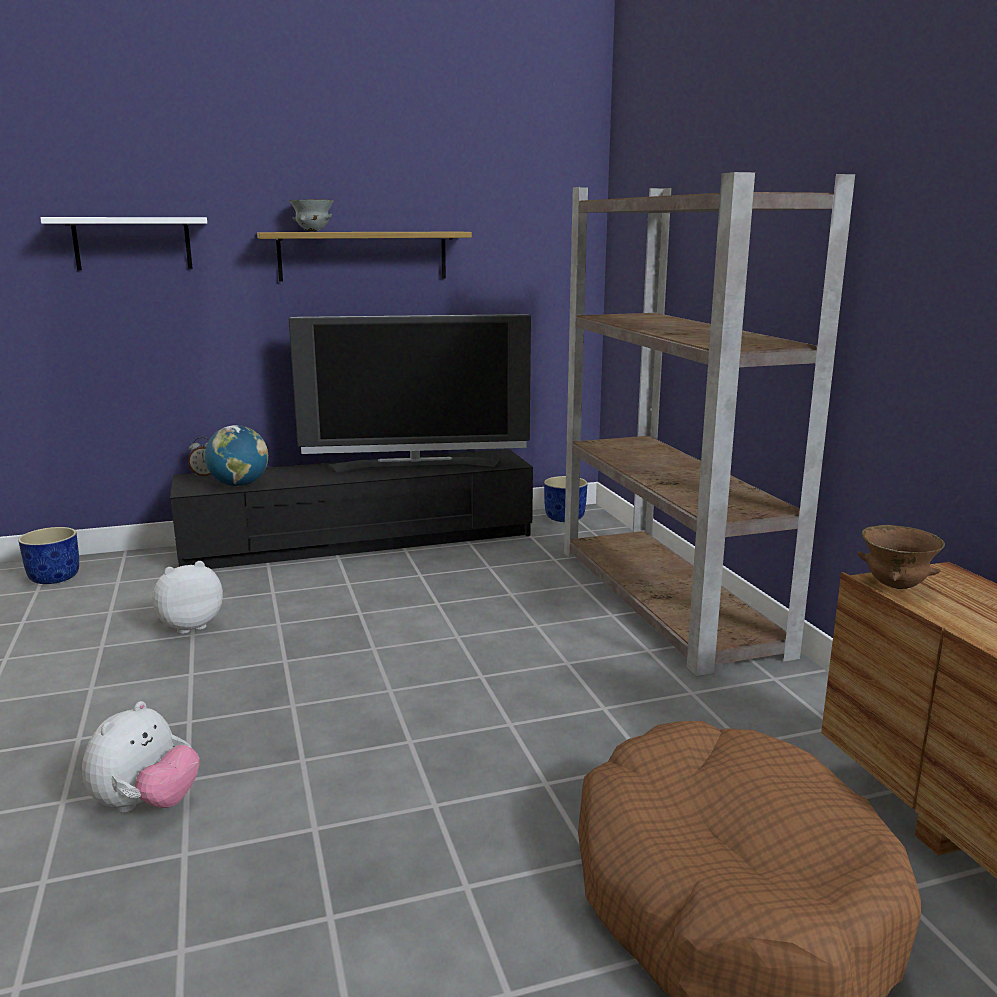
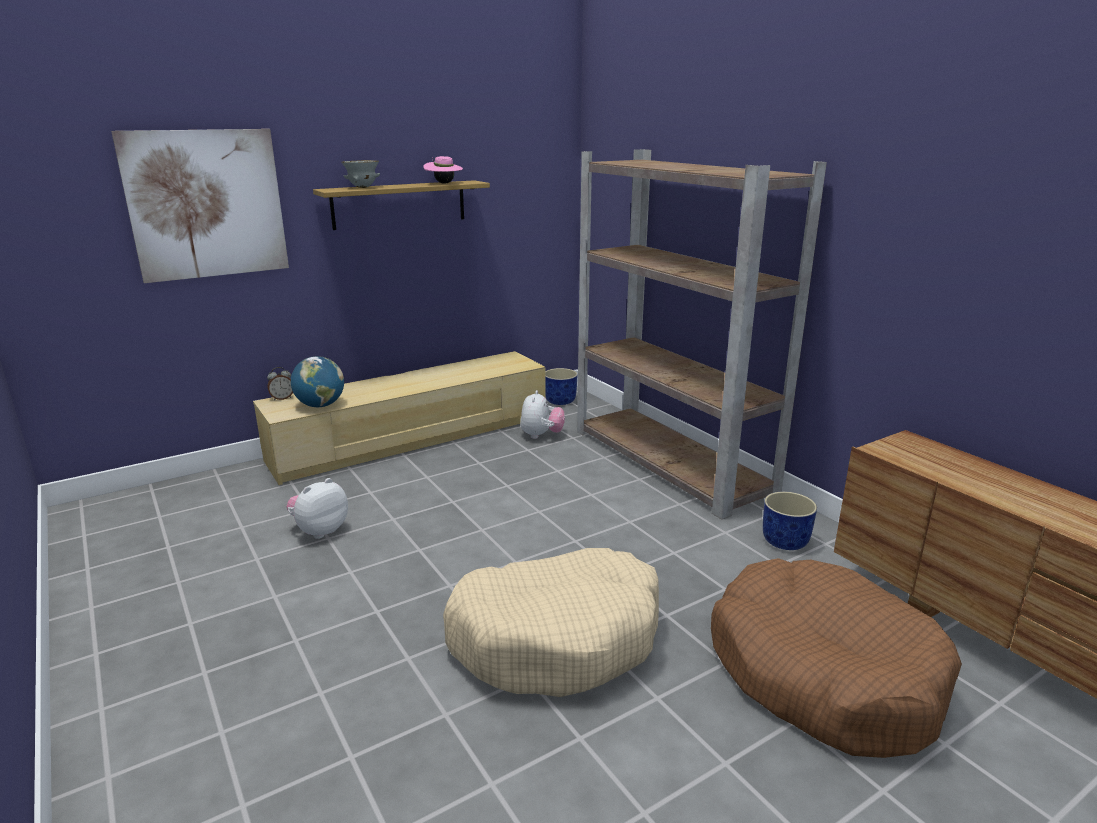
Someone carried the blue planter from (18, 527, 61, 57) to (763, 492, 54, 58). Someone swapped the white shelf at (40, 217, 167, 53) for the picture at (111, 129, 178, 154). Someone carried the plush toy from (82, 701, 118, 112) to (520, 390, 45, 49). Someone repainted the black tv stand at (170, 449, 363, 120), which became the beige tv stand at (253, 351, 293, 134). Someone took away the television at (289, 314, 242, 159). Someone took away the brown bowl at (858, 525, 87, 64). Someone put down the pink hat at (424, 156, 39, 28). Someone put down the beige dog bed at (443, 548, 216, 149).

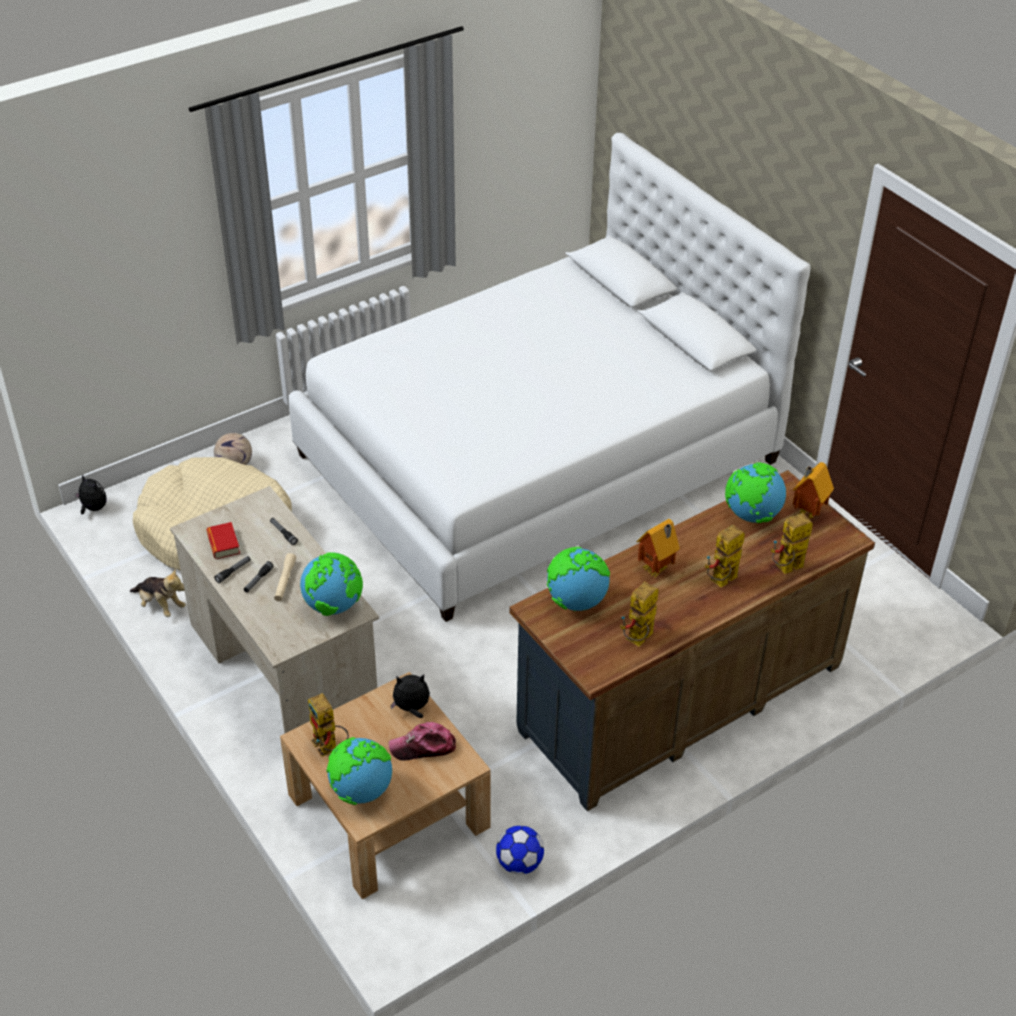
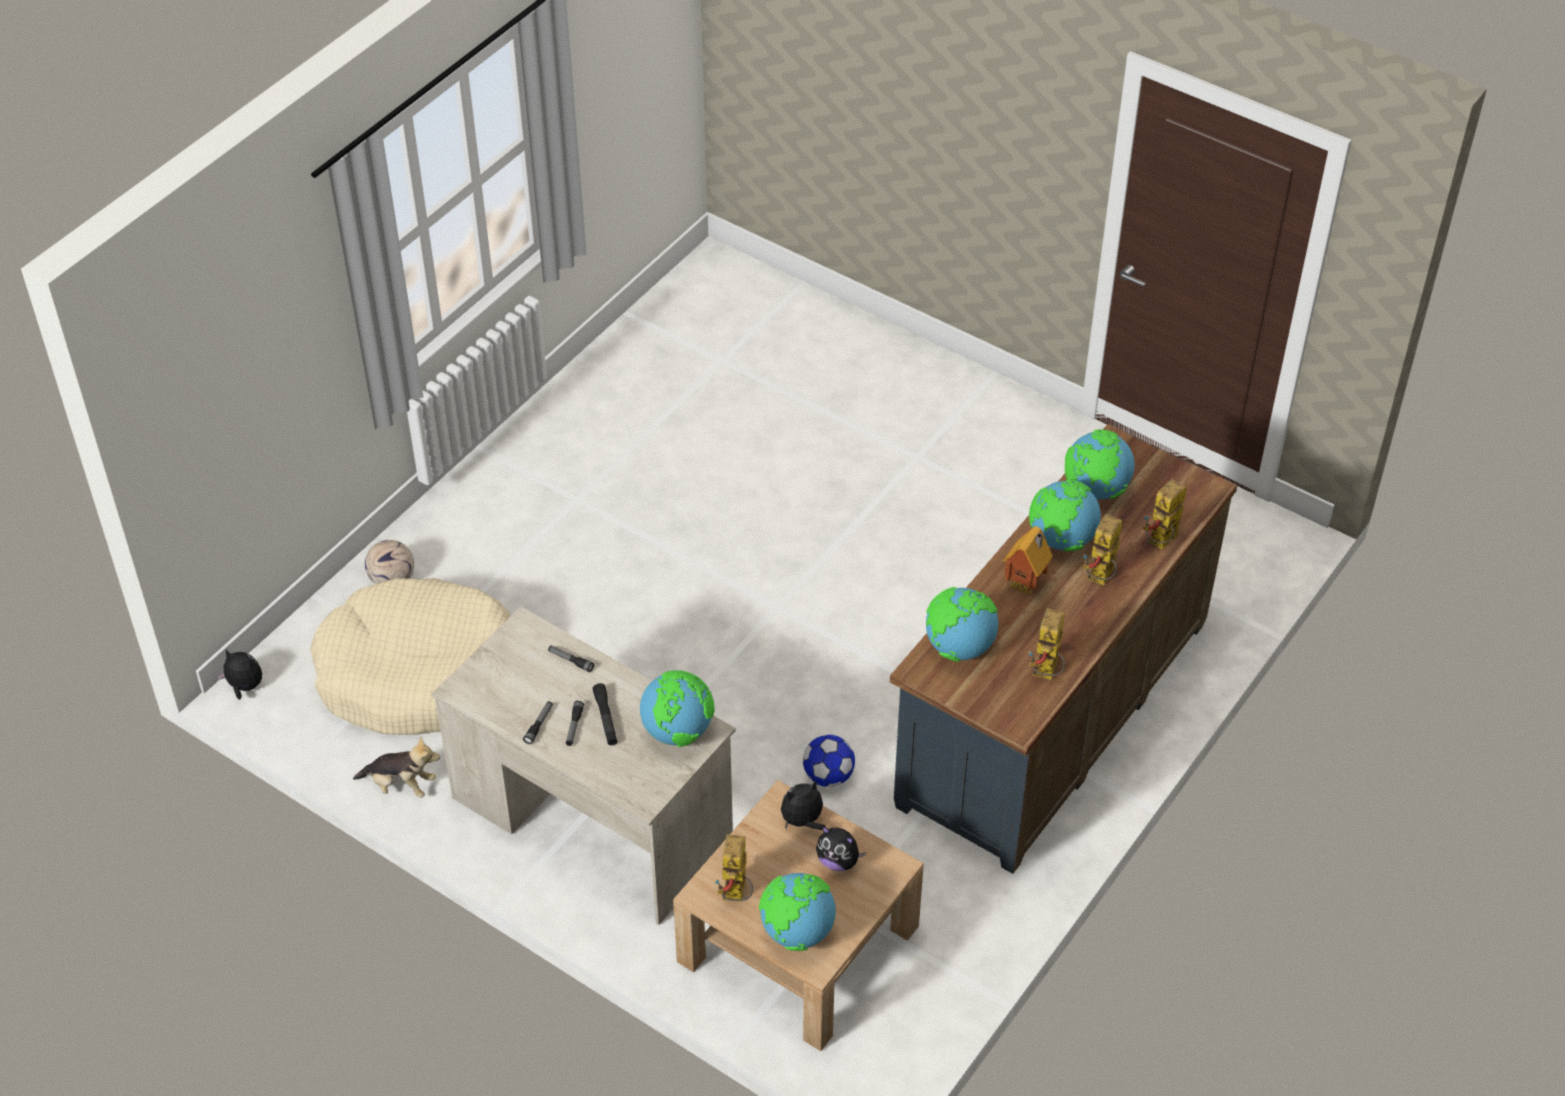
Someone took away the book at (206, 522, 34, 37). Someone repainted the beige flashlight at (274, 553, 22, 48), which became the black flashlight at (592, 683, 25, 62). Someone took away the white bed at (289, 133, 522, 489). Someone rotated the toy robot at (308, 693, 41, 64) by 60 degrees clockwise. Someone swapped the cap at (389, 722, 67, 38) for the plush toy at (816, 826, 50, 45). Someone carried the football from (496, 825, 48, 50) to (803, 735, 52, 52). Someone took away the toy house at (793, 462, 41, 58). Someone put down the globe at (1029, 479, 72, 73).

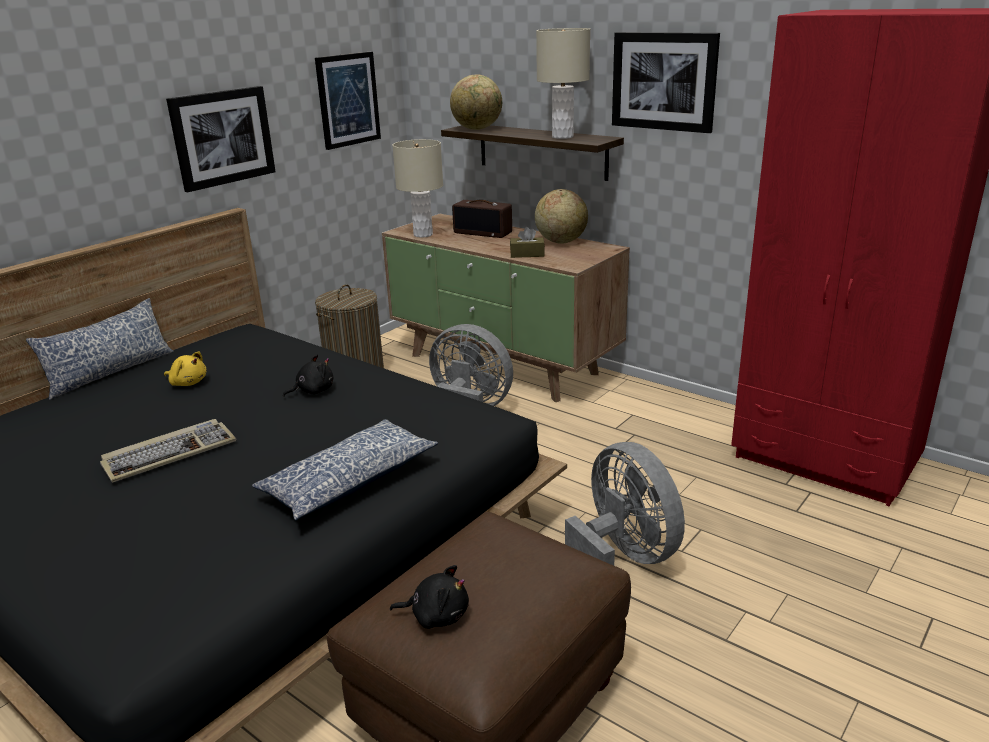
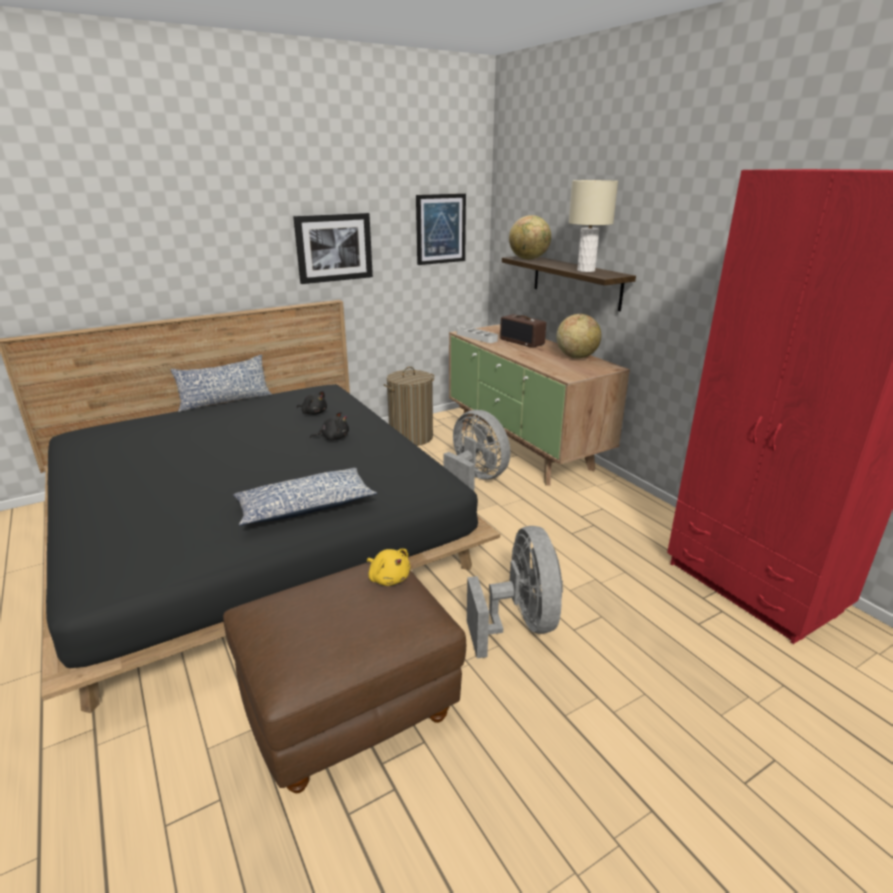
Someone took away the keyboard at (100, 419, 136, 64). Someone carried the yellow plush toy from (164, 351, 42, 35) to (367, 549, 43, 37). Someone carried the black plush toy from (390, 565, 79, 64) to (297, 391, 30, 24). Someone swapped the beige table lamp at (392, 139, 51, 99) for the grey tray at (457, 326, 41, 17). Someone took away the brown tissue box at (510, 227, 35, 31). Someone took away the picture at (612, 32, 108, 101).

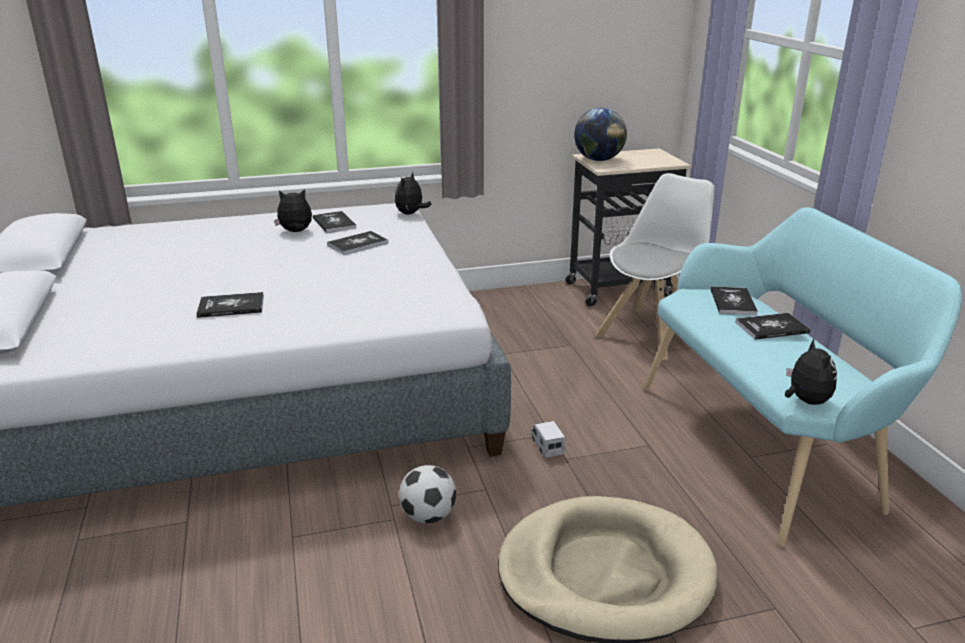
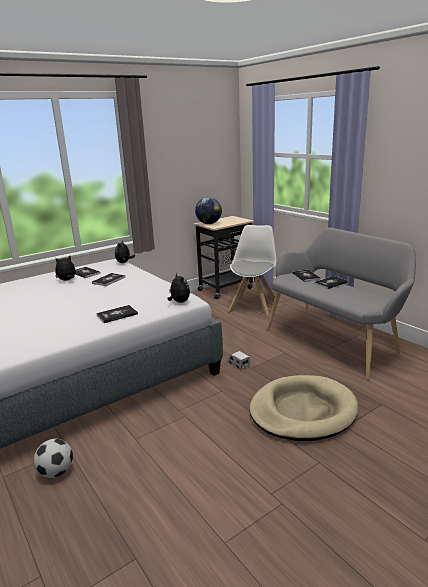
Someone carried the book from (196, 292, 68, 26) to (96, 305, 42, 18). Someone carried the football from (399, 465, 57, 58) to (34, 439, 39, 39). Someone repainted the turquoise bench at (644, 207, 318, 340), which became the grey bench at (267, 227, 149, 153). Someone carried the plush toy from (785, 339, 52, 66) to (168, 272, 22, 31).

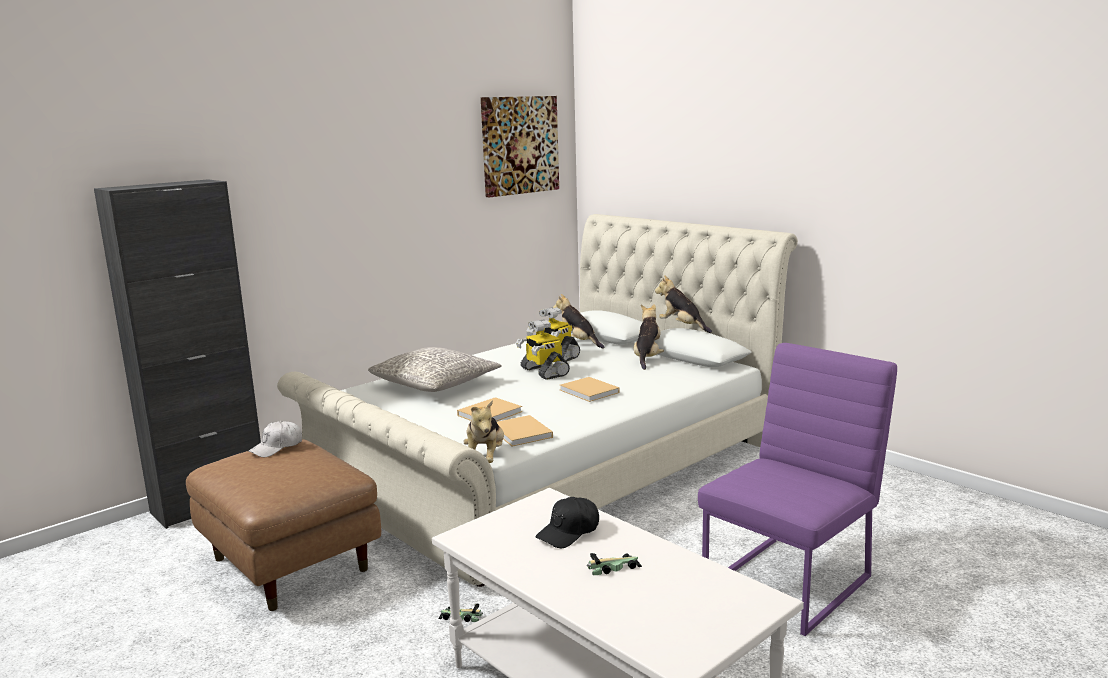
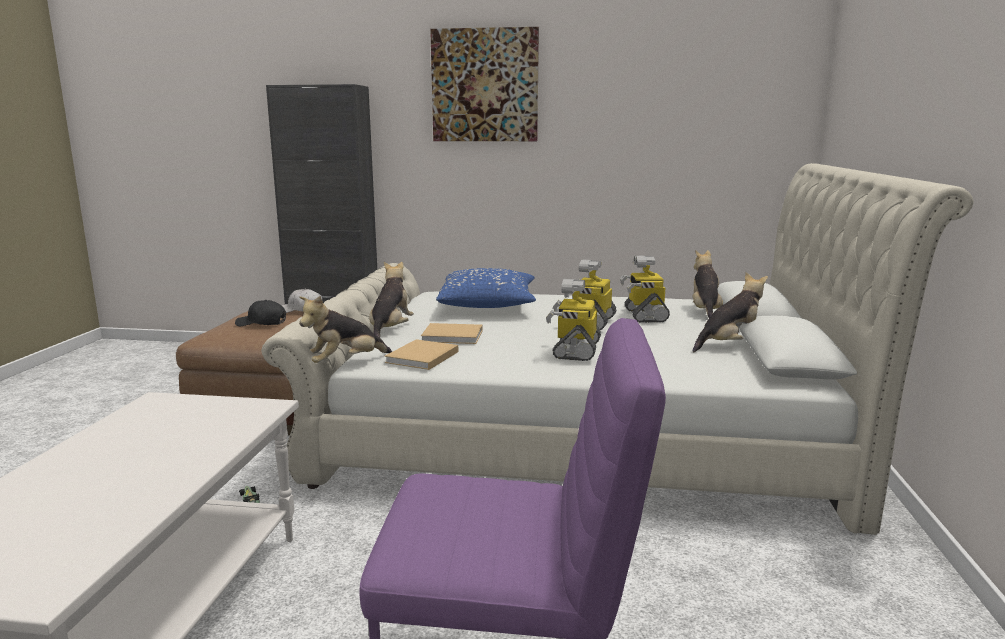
Someone repainted the grey pillow at (368, 347, 134, 45), which became the blue pillow at (436, 268, 100, 40). Someone carried the picture from (481, 96, 78, 101) to (430, 27, 109, 114). Someone carried the black cap from (535, 497, 64, 51) to (235, 300, 51, 26). Someone swapped the beige book at (560, 377, 60, 25) for the toy robot at (546, 279, 55, 82). Someone took away the toy car at (587, 553, 55, 22). Someone carried the plush toy from (655, 275, 57, 58) to (369, 262, 45, 76).

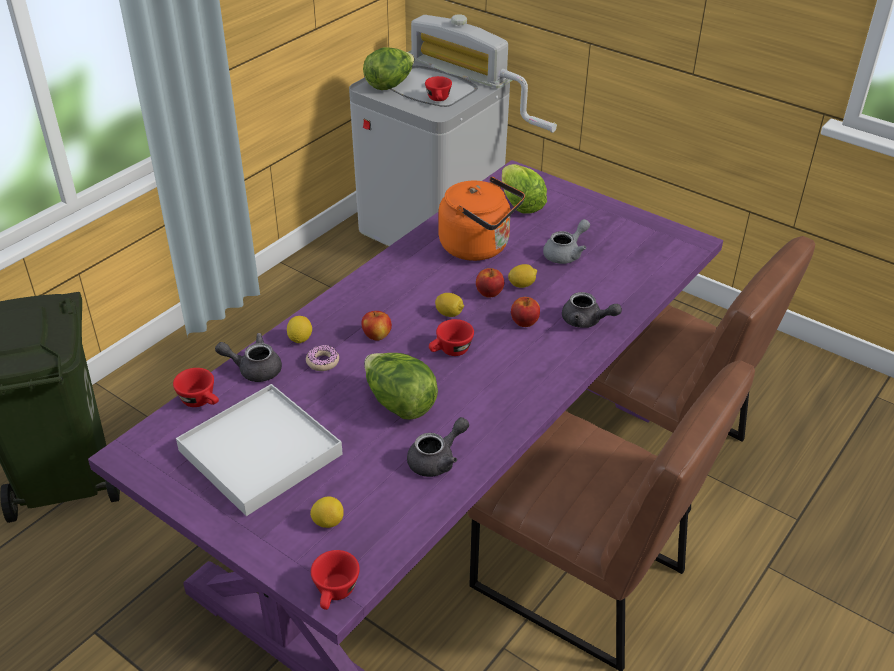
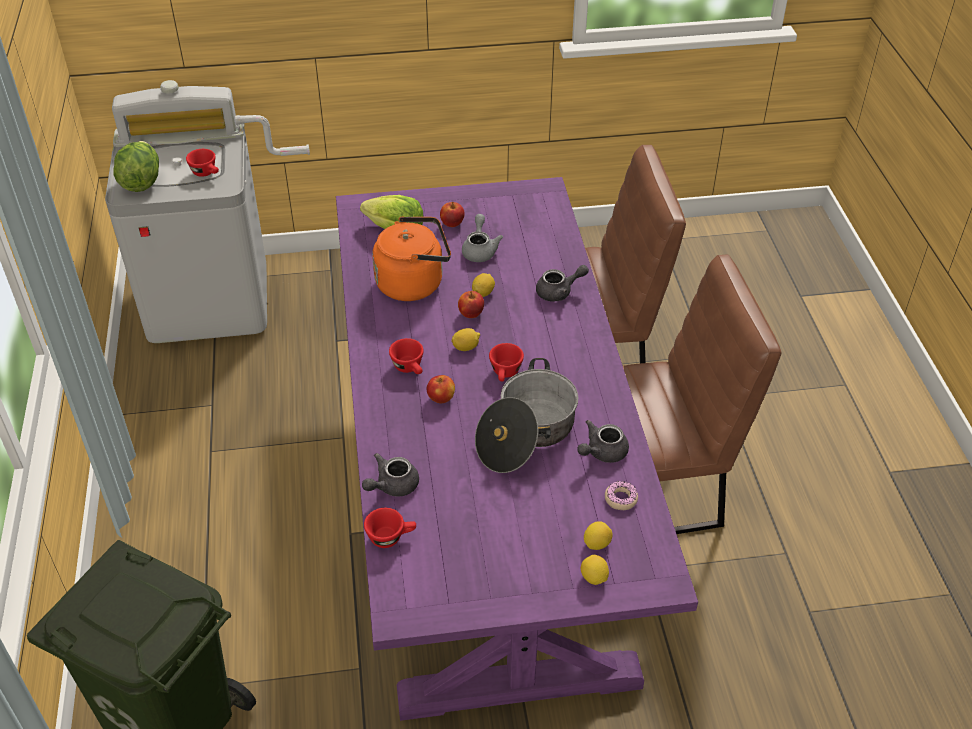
Someone took away the white tray at (176, 384, 167, 132). Someone carried the lemon from (287, 316, 25, 27) to (581, 555, 28, 30). Someone carried the donut from (306, 344, 33, 27) to (605, 481, 33, 29). Someone carried the red cup from (311, 550, 49, 60) to (389, 338, 35, 36). Someone swapped the lettuce at (364, 353, 74, 67) for the cooking pot at (475, 358, 104, 115). Someone rotated the grey teapot at (407, 417, 62, 60) by 135 degrees counterclockwise. Someone carried the apple from (511, 297, 29, 30) to (440, 202, 25, 25).

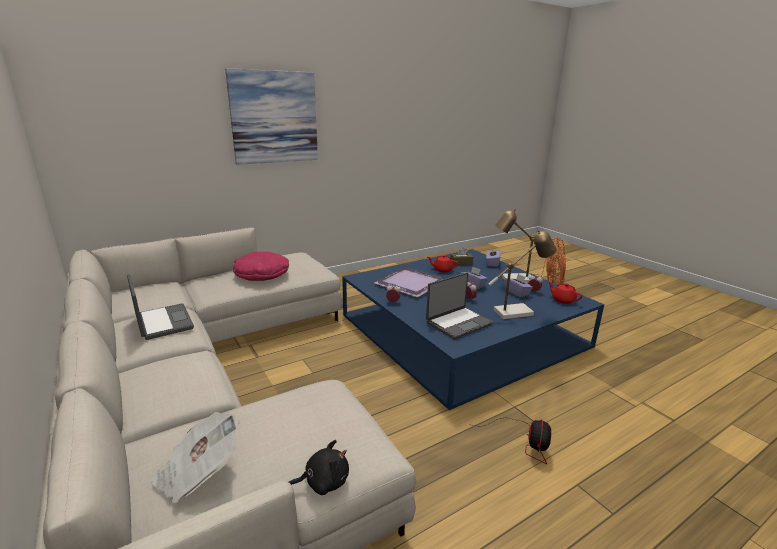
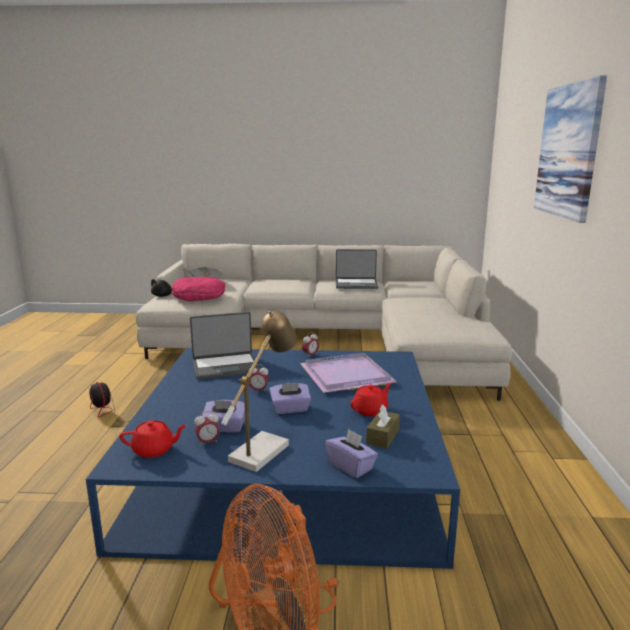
Someone carried the pink pillow from (233, 252, 56, 29) to (171, 277, 54, 24). Someone rotated the laptop at (426, 272, 67, 67) by 105 degrees counterclockwise. Someone took away the table lamp at (488, 230, 68, 89).

